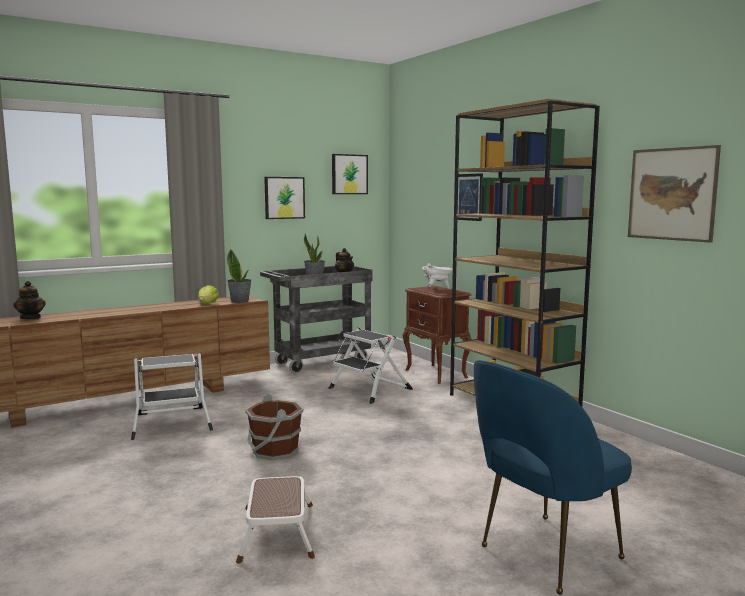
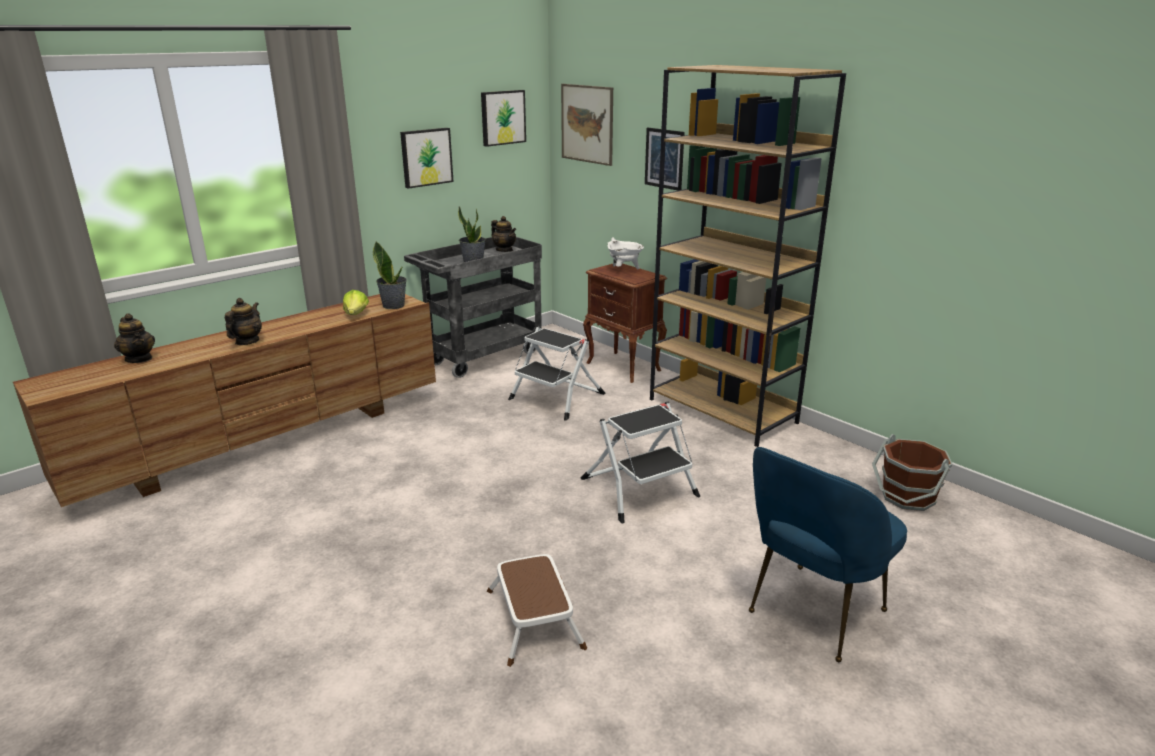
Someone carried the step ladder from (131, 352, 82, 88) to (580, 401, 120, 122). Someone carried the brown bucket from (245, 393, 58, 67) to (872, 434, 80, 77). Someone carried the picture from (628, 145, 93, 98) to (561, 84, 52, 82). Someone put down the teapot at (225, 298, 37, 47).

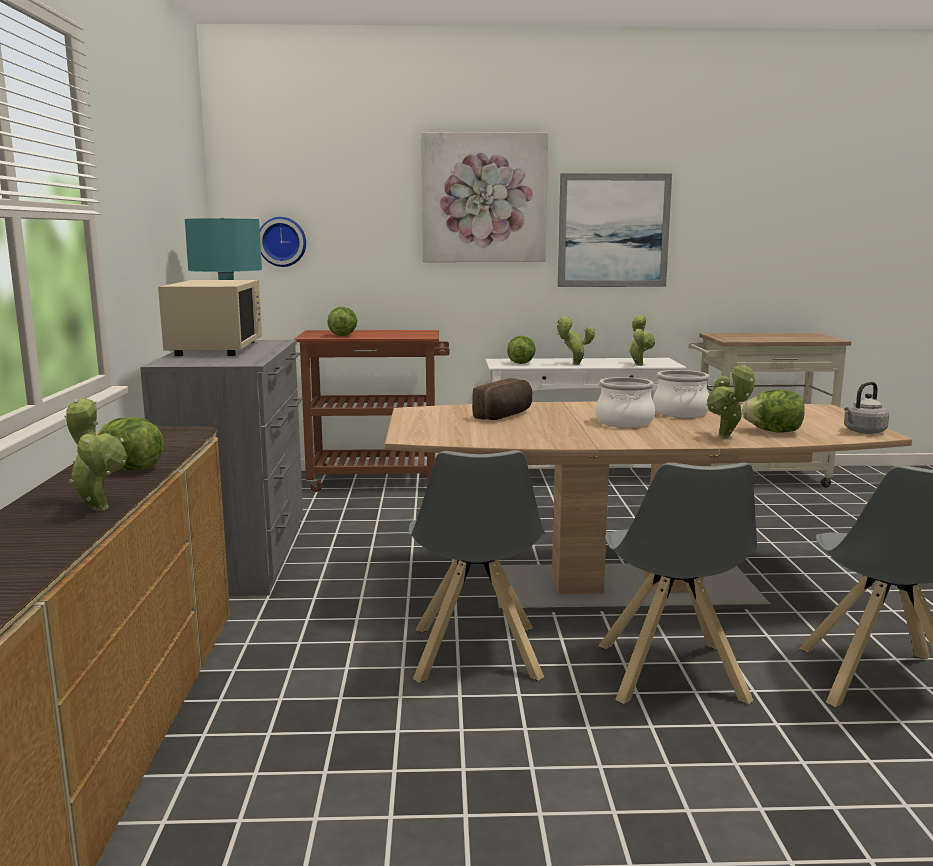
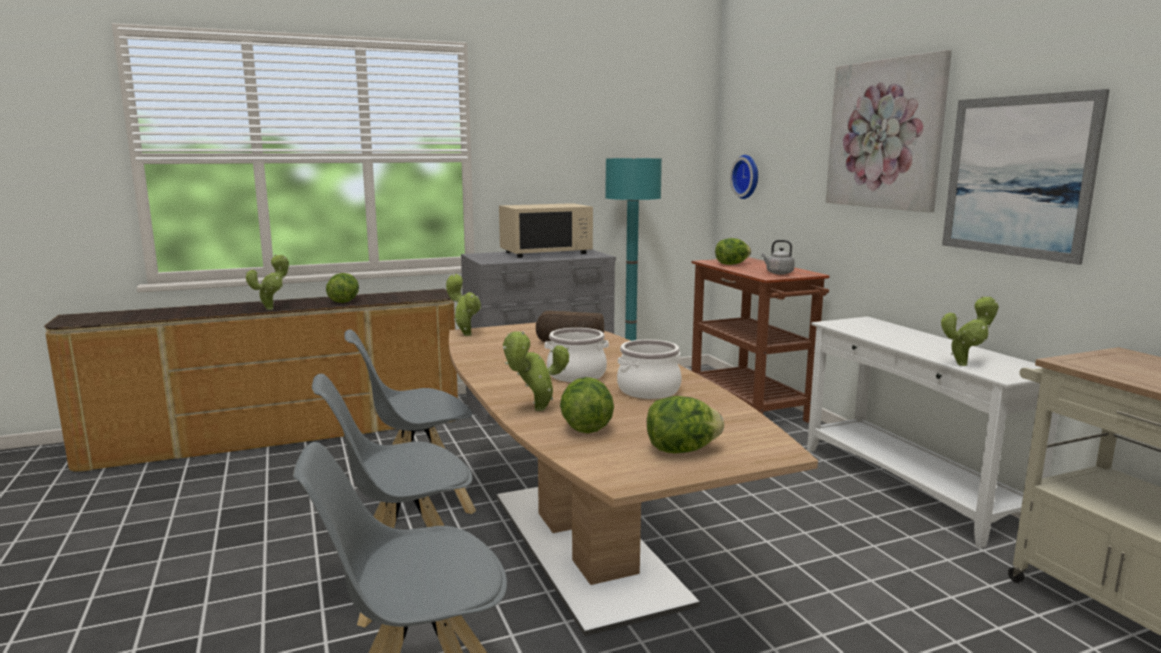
Someone carried the lettuce from (507, 336, 29, 28) to (647, 396, 77, 57). Someone carried the potted plant from (557, 316, 38, 49) to (446, 274, 35, 62). Someone carried the grey kettle from (844, 382, 45, 52) to (762, 240, 33, 34).

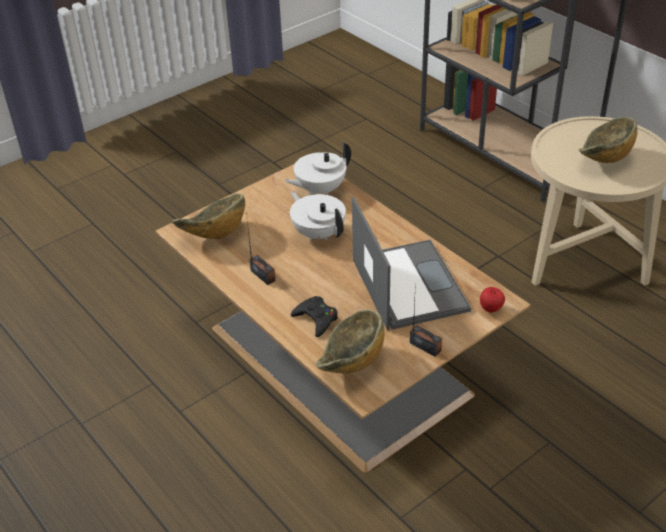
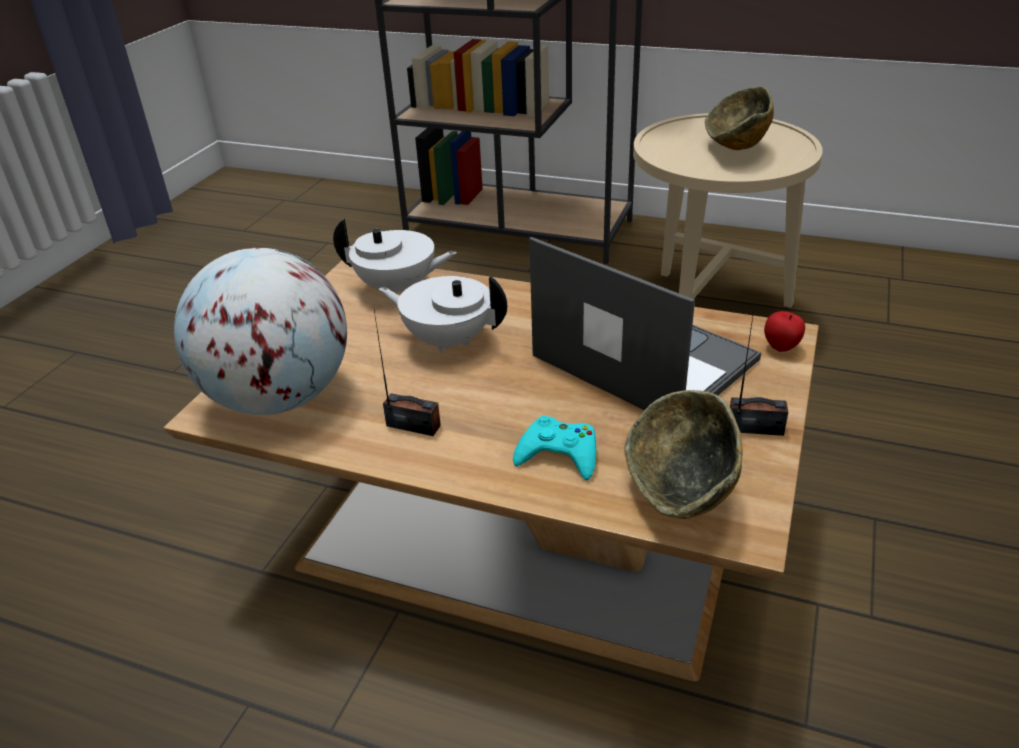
Someone swapped the bowl at (172, 193, 73, 46) for the globe at (174, 248, 173, 167). Someone rotated the white teapot at (284, 142, 67, 53) by 105 degrees counterclockwise. Someone repainted the black game controller at (291, 296, 47, 41), which became the turquoise game controller at (513, 416, 83, 64).

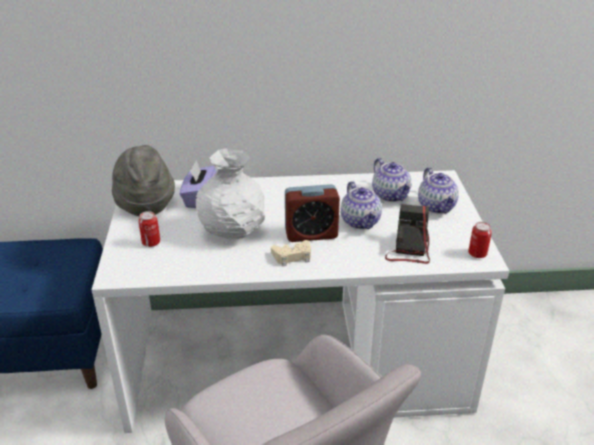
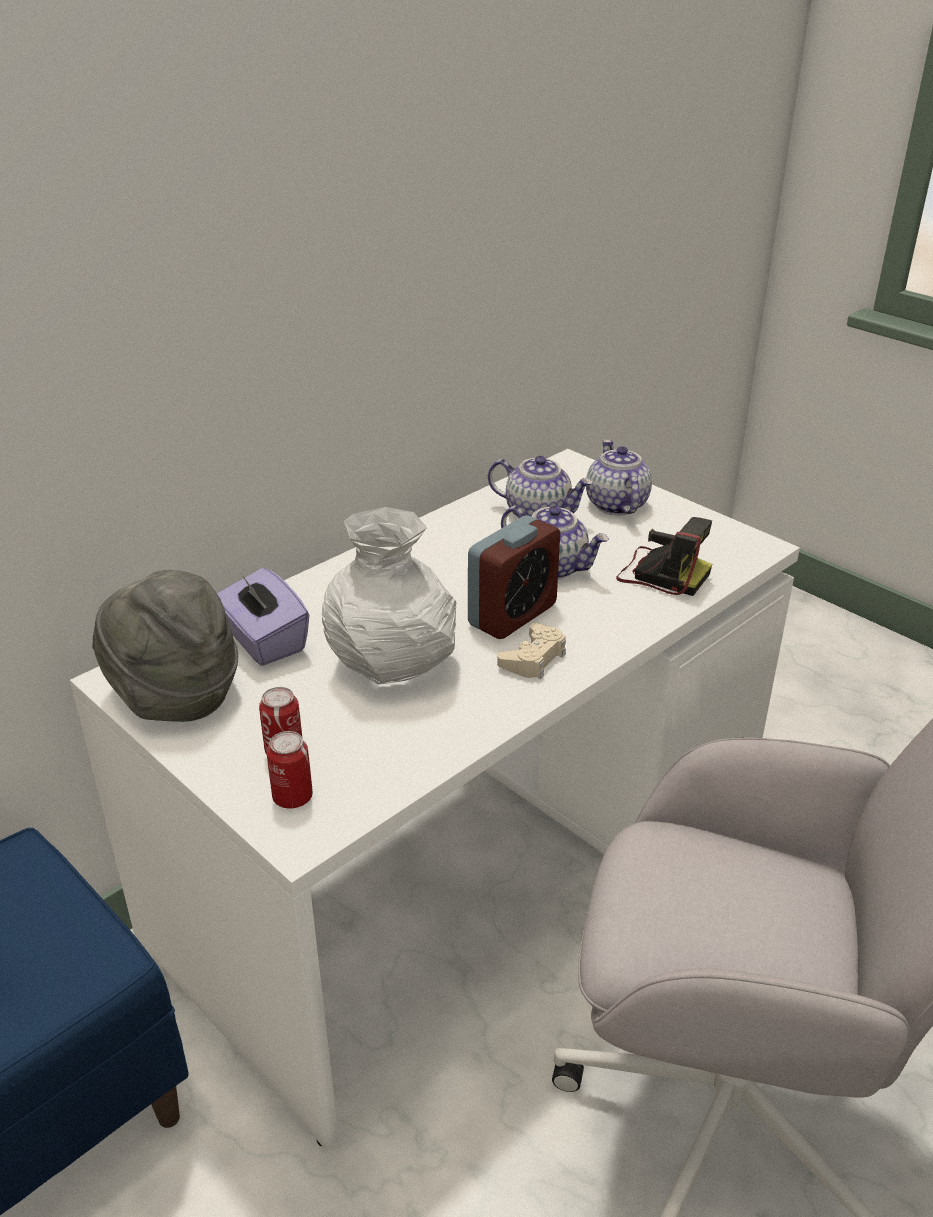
Someone rotated the photo camera at (385, 204, 45, 60) by 150 degrees clockwise. Someone rotated the teapot at (418, 167, 41, 46) by 135 degrees counterclockwise. Someone carried the can from (468, 222, 24, 36) to (267, 731, 46, 78).

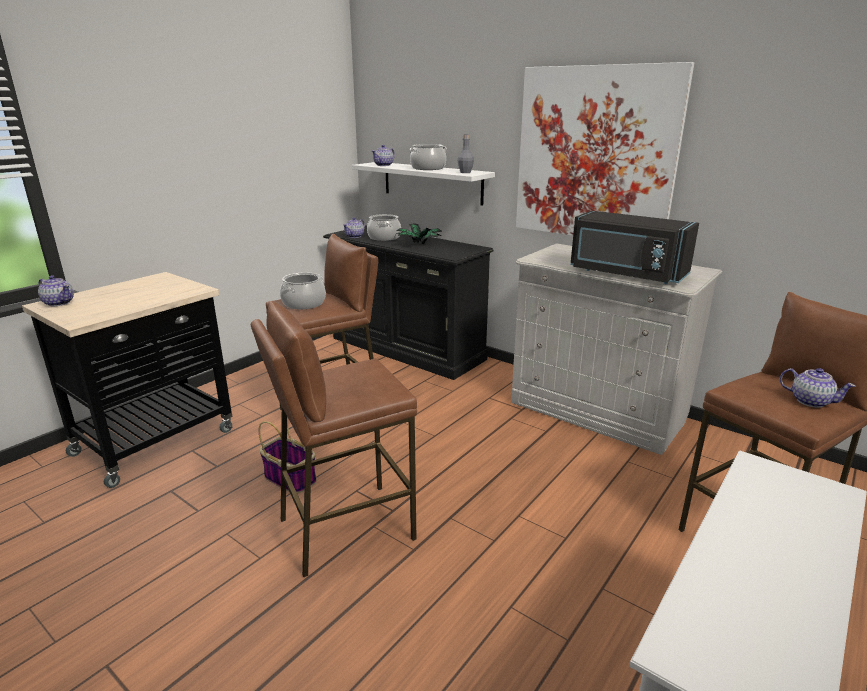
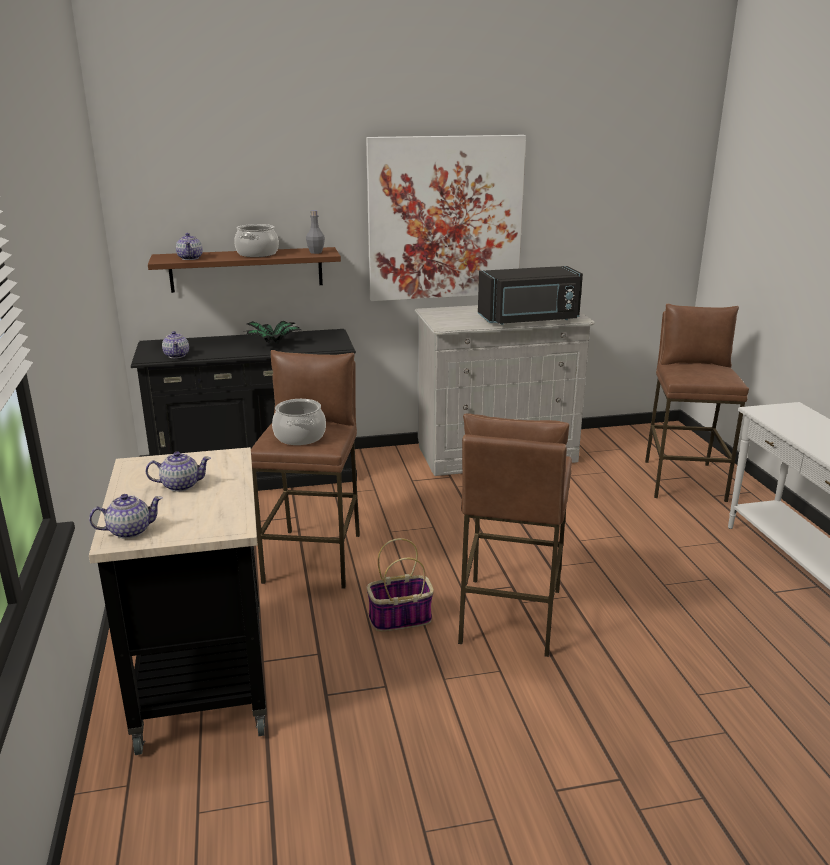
Someone repainted the white shelf at (352, 162, 143, 44), which became the brown shelf at (148, 247, 193, 46). Someone took away the cooking pot at (367, 214, 34, 27). Someone carried the teapot from (779, 368, 77, 40) to (146, 451, 65, 41).

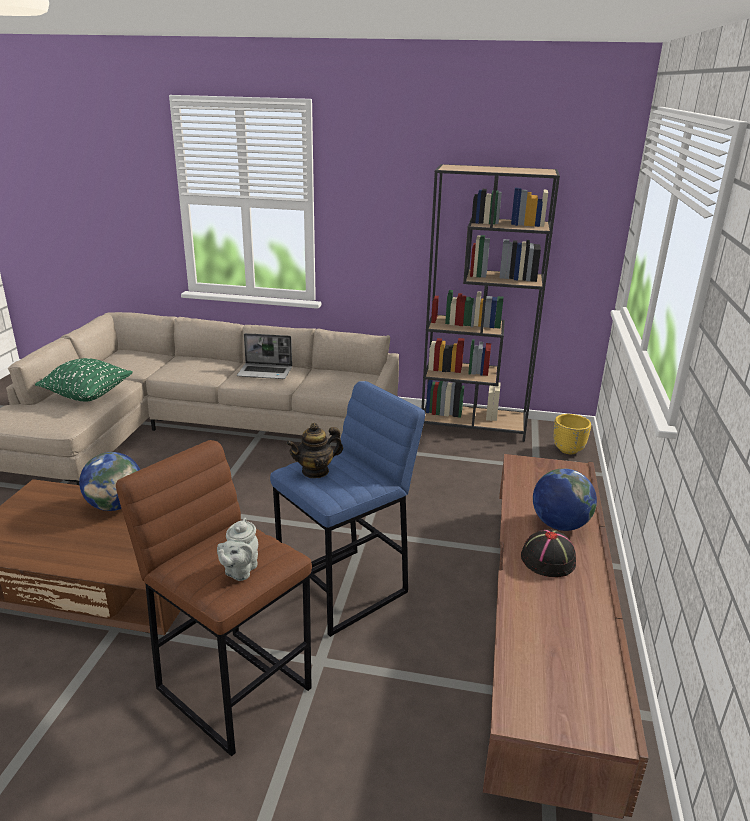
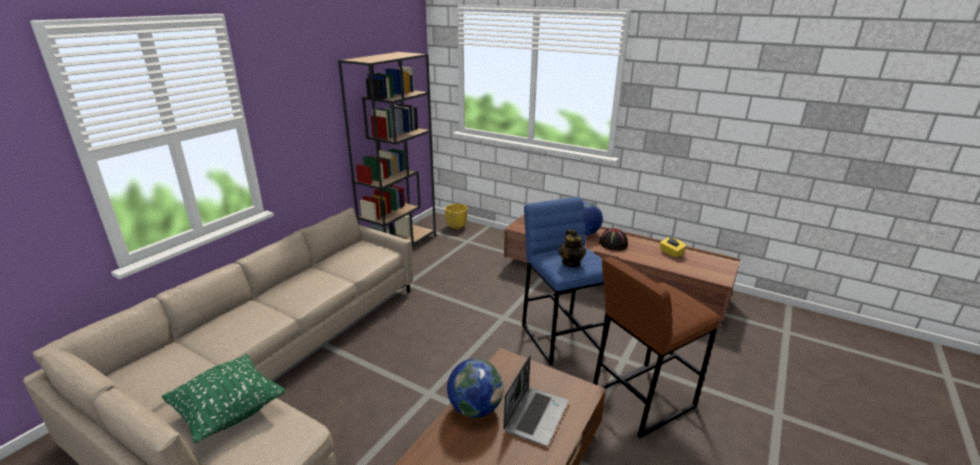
Someone took away the grey teapot at (217, 518, 41, 63). Someone carried the laptop from (237, 333, 55, 46) to (503, 355, 65, 91). Someone put down the yellow tissue box at (660, 236, 27, 22).

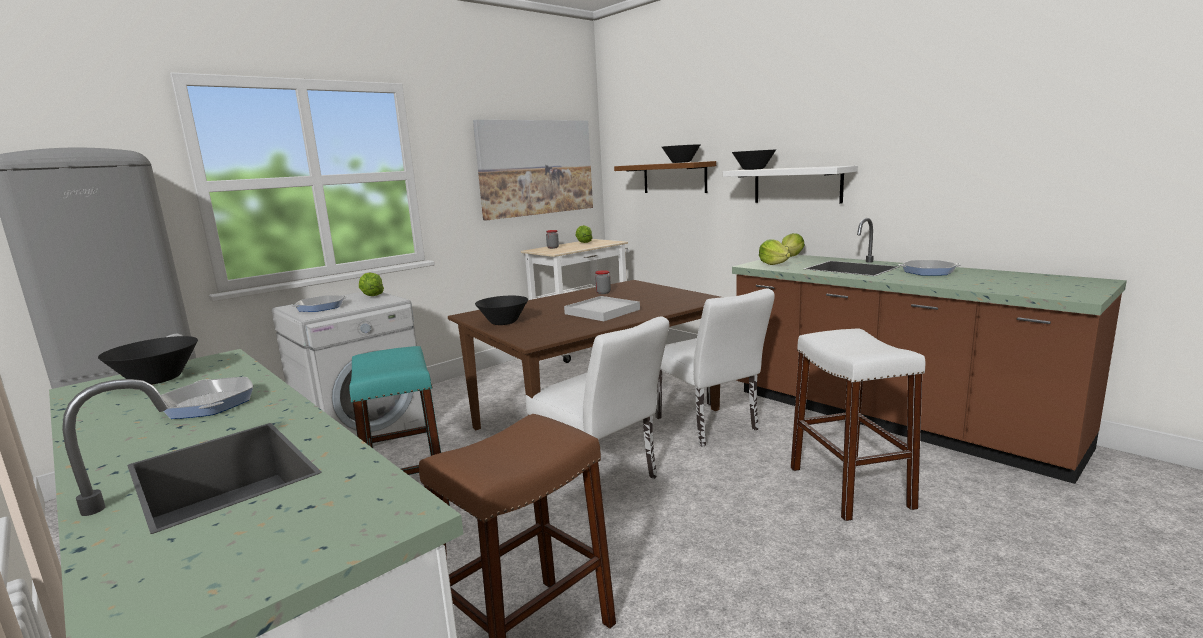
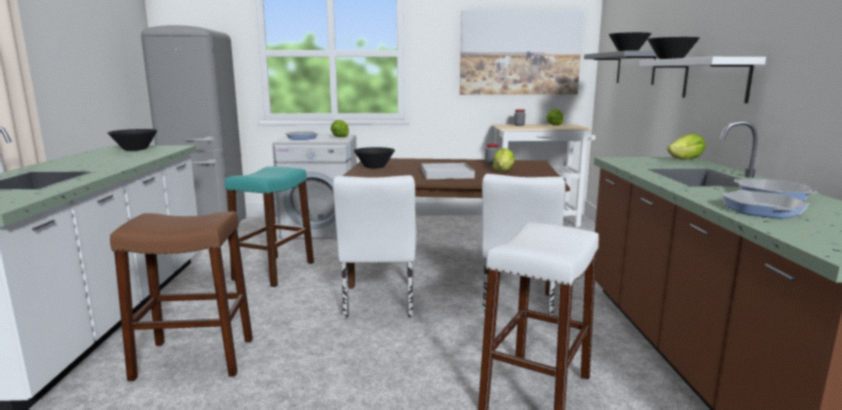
Someone carried the frying pan from (161, 377, 92, 42) to (721, 190, 88, 28). Someone repainted the brown shelf at (614, 161, 102, 32), which became the grey shelf at (584, 51, 73, 34). Someone carried the lettuce from (759, 240, 31, 25) to (493, 148, 22, 24).

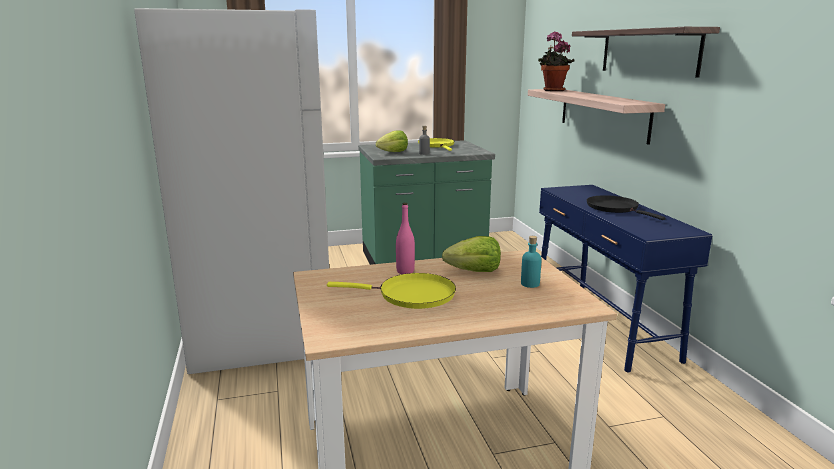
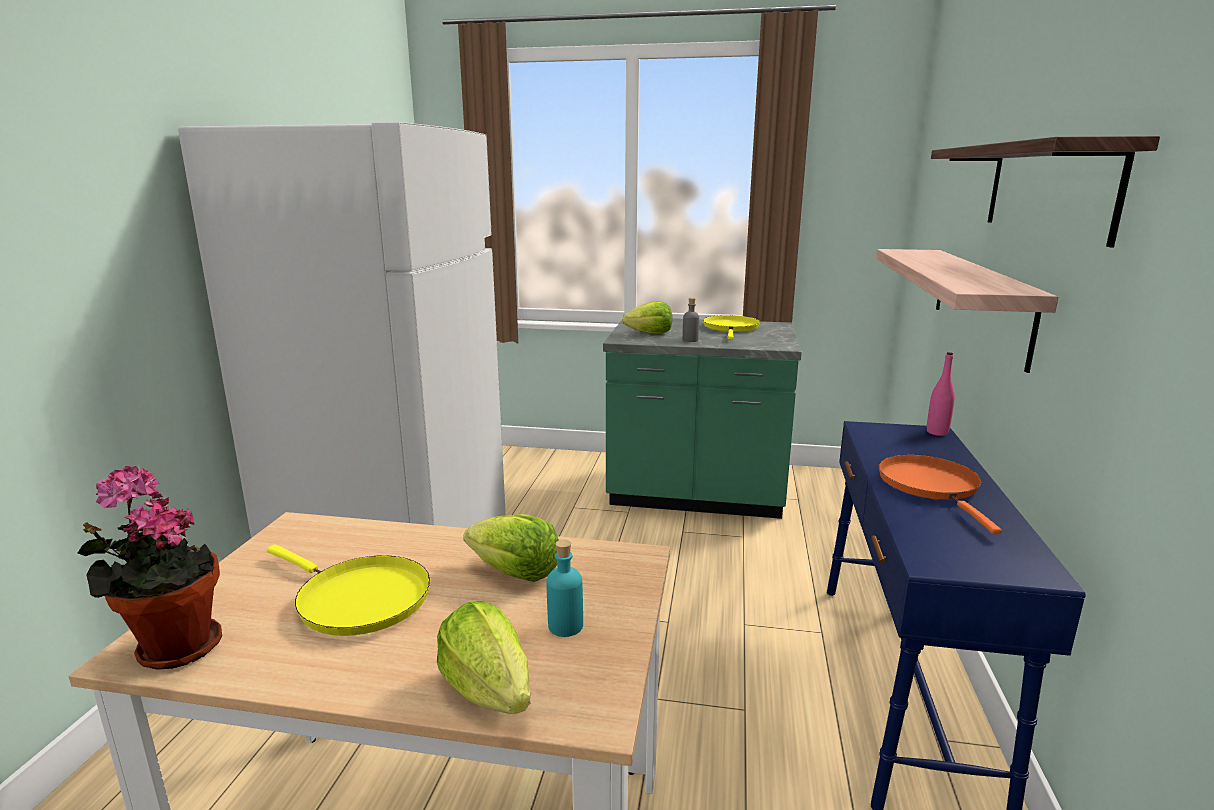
Someone carried the pink bottle from (396, 203, 19, 71) to (927, 352, 28, 84). Someone carried the potted plant from (538, 31, 37, 60) to (78, 466, 144, 204). Someone repainted the black frying pan at (587, 195, 79, 25), which became the orange frying pan at (878, 455, 124, 79). Someone put down the lettuce at (437, 601, 93, 113).

